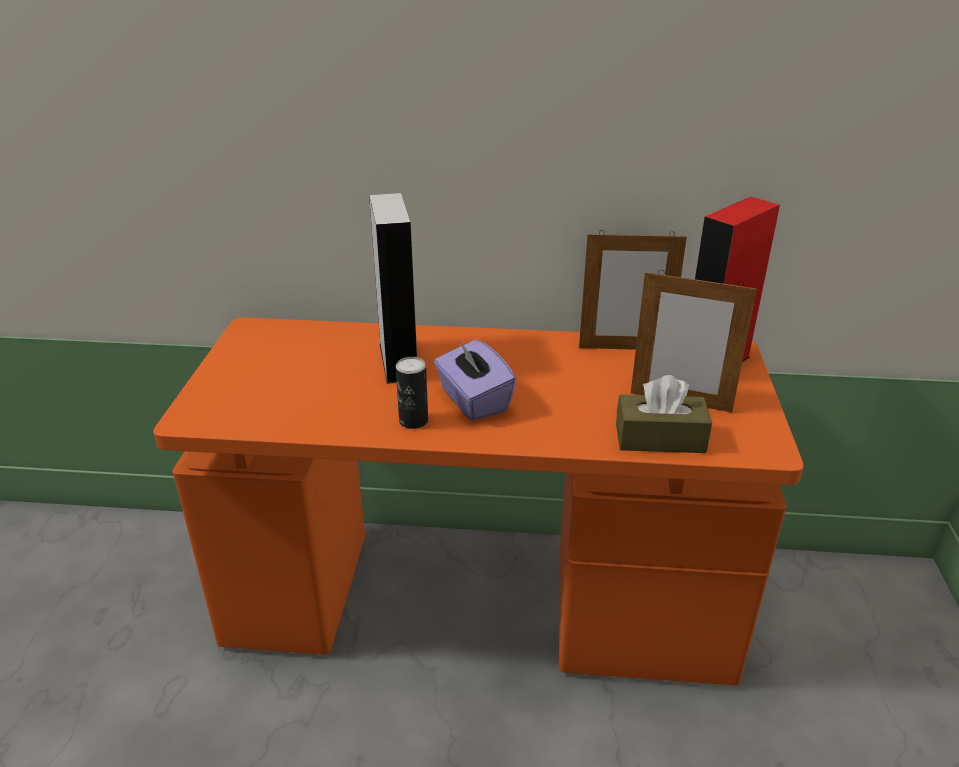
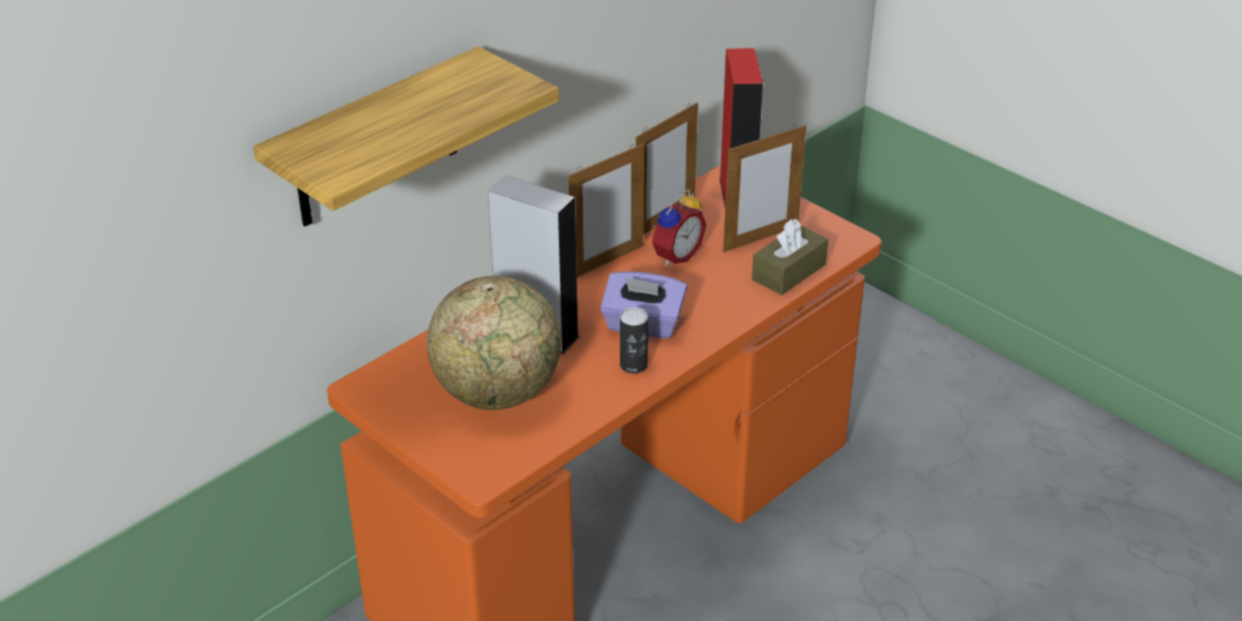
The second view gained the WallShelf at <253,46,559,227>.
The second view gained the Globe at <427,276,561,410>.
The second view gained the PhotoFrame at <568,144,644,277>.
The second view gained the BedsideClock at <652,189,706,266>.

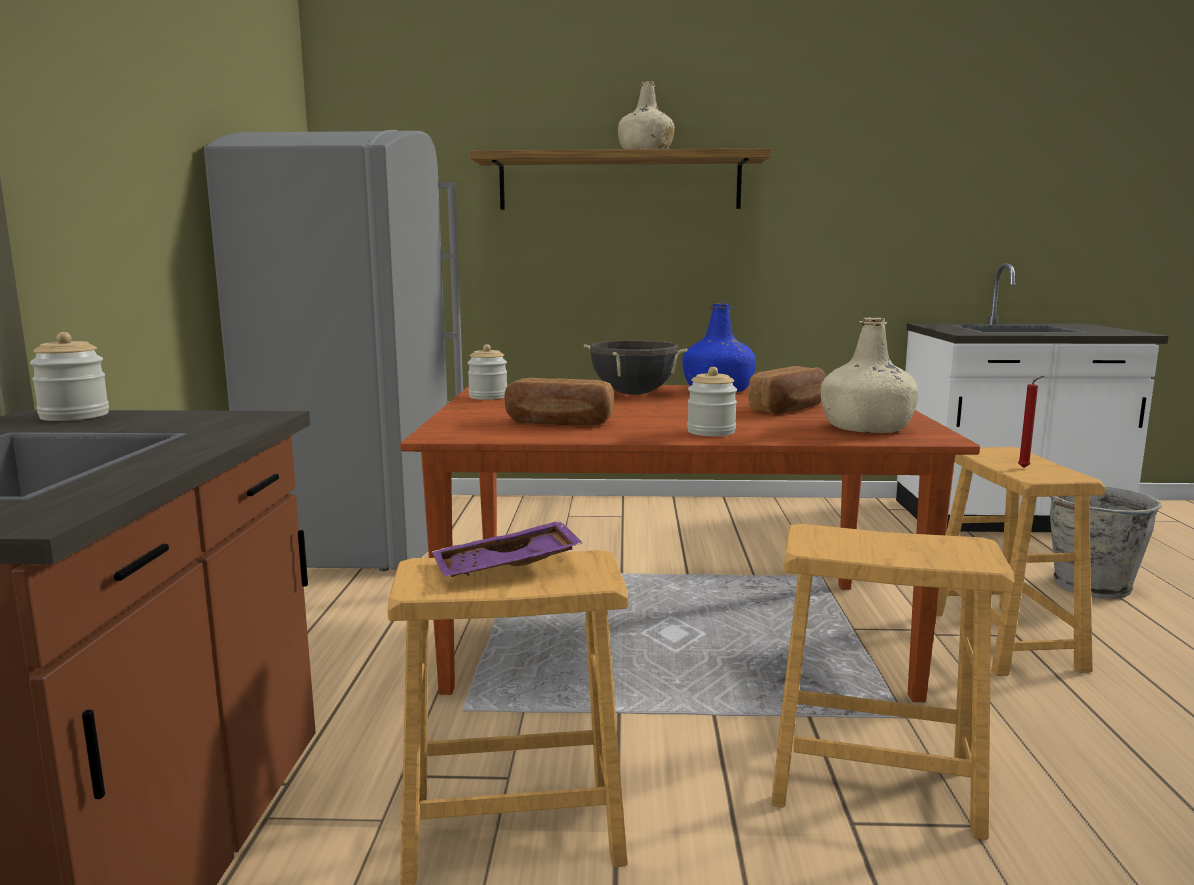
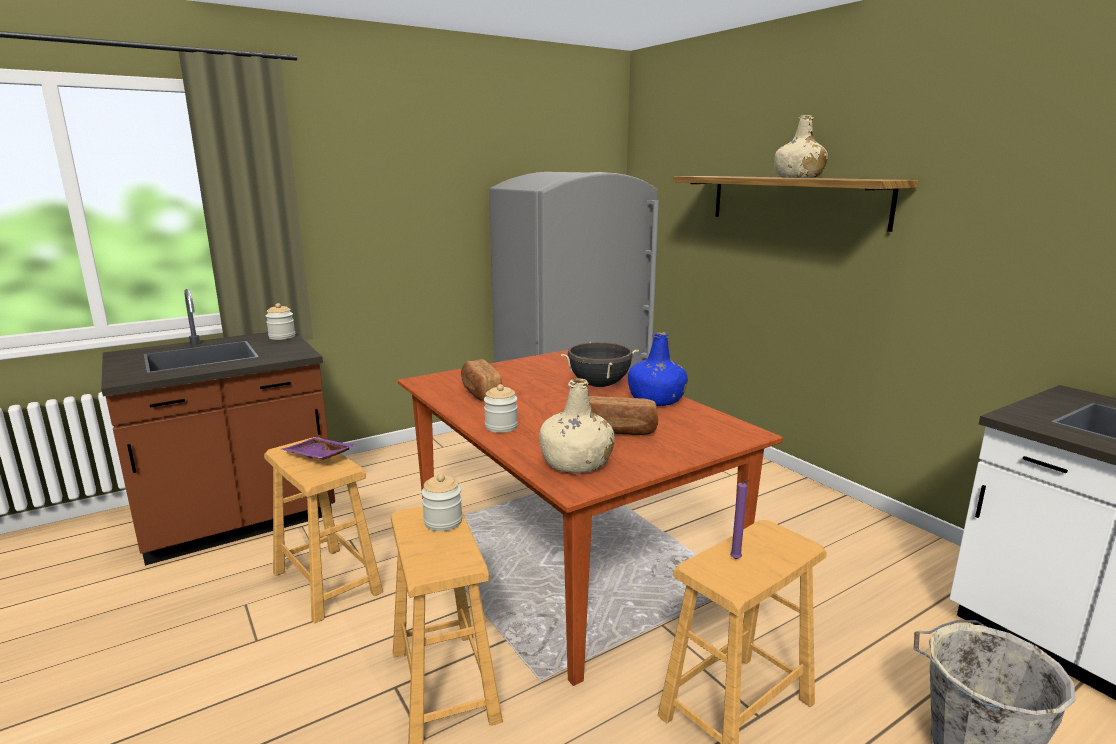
The Jar ended up elsewhere, having gone from <468,344,507,400> to <421,474,463,531>.
What was the ReddishWaxLight at <1018,376,1044,468> turned into the PurpleWaxLight at <730,480,751,559>.

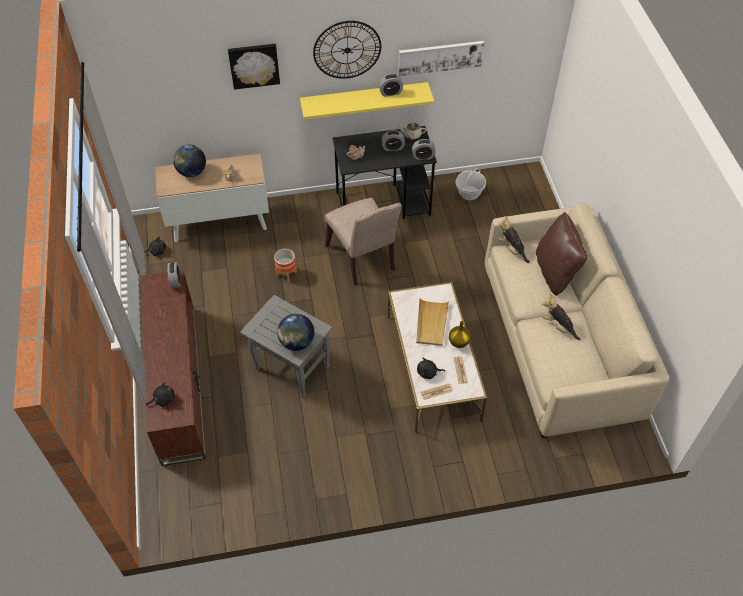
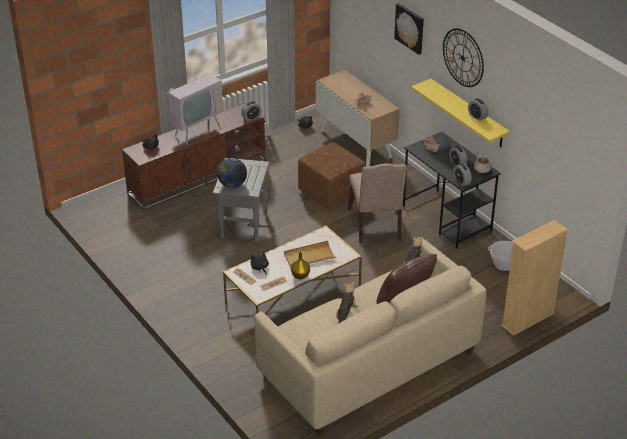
The second view lost the Globe at <173,145,206,177>.
The second view lost the WallPicture at <398,41,484,76>.
The second view gained the TvSet at <162,64,223,145>.
The second view gained the BeigeColouredShelvingUnit at <501,220,568,336>.
Where the Planter stood at <274,249,297,282>, the BrownFootrest came to stand at <298,142,365,210>.
The BeigeColouredPlainChair at <325,198,402,286> ended up facing another way, 45 degrees counterclockwise from before.

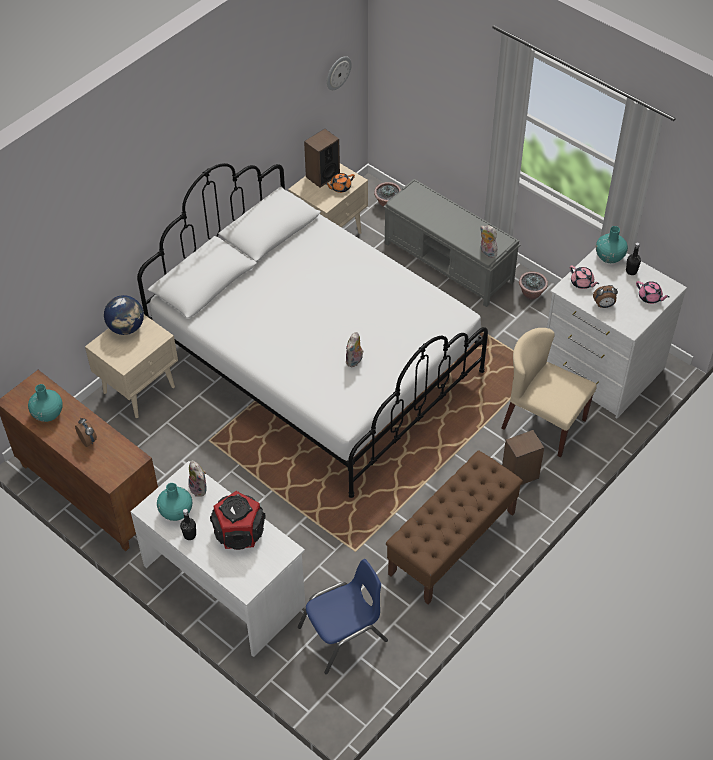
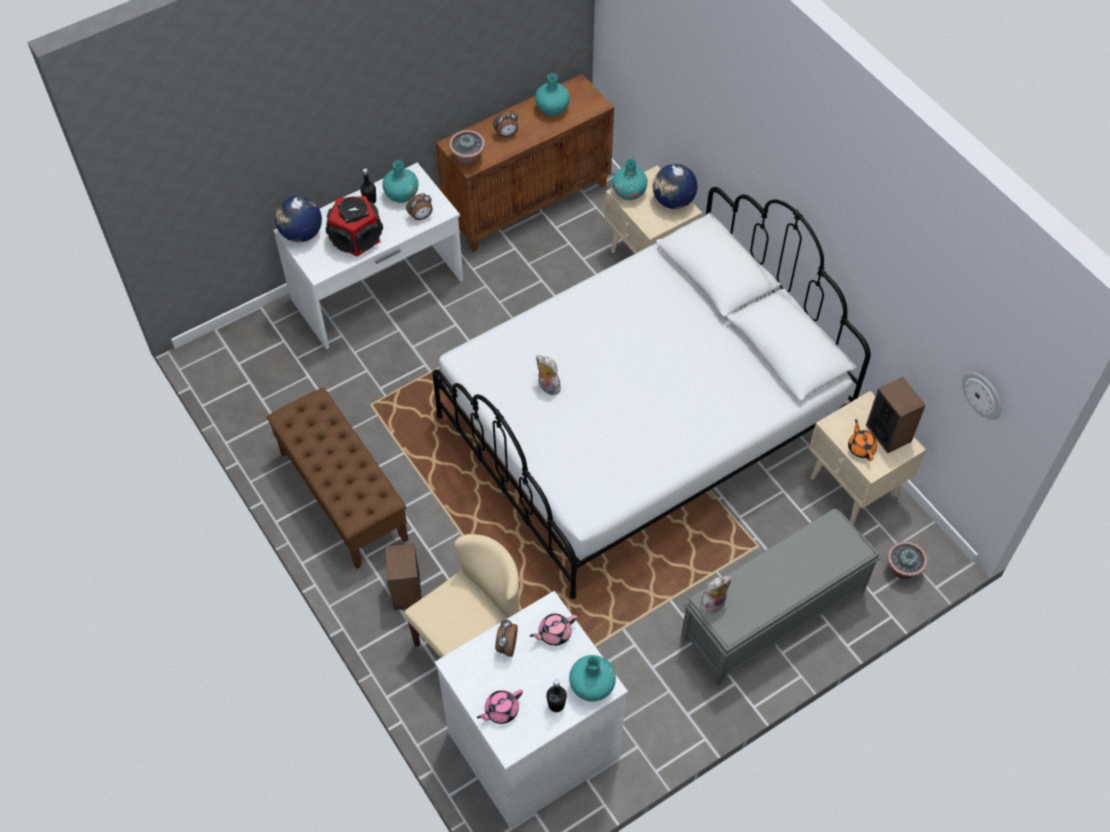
The second view lost the BluePlainChair at <298,559,388,674>.
The second view gained the Globe at <275,196,322,242>.
The second view gained the TurquoiseColouredDecorativeVase at <612,159,648,200>.
The PlantInAPot ended up elsewhere, having gone from <519,272,548,300> to <449,130,485,165>.
Where the PlushToy stood at <188,461,206,497>, the BedsideClock came to stand at <406,193,433,220>.

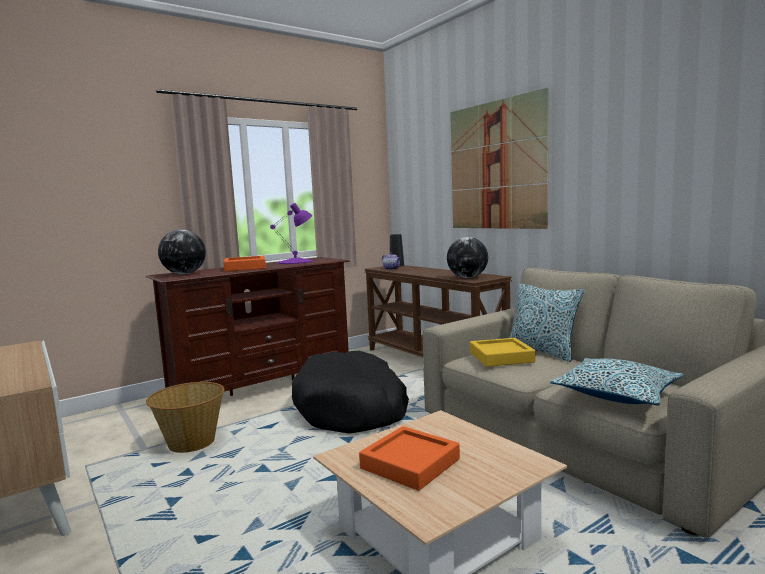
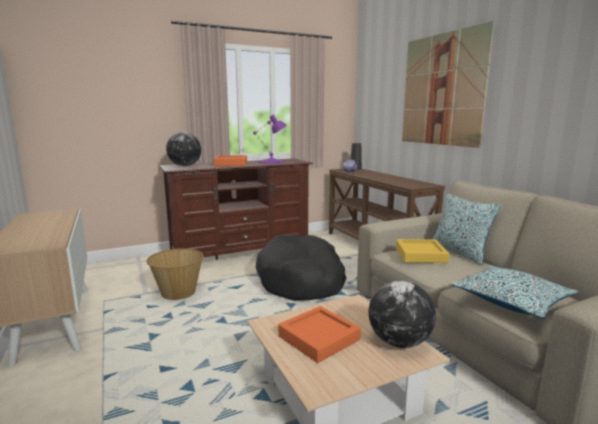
The Globe ended up elsewhere, having gone from <447,237,488,278> to <368,280,436,348>.

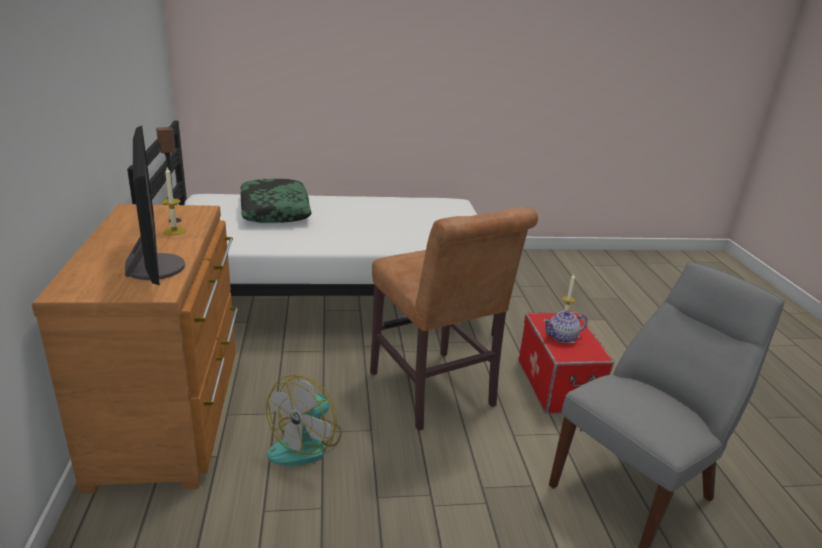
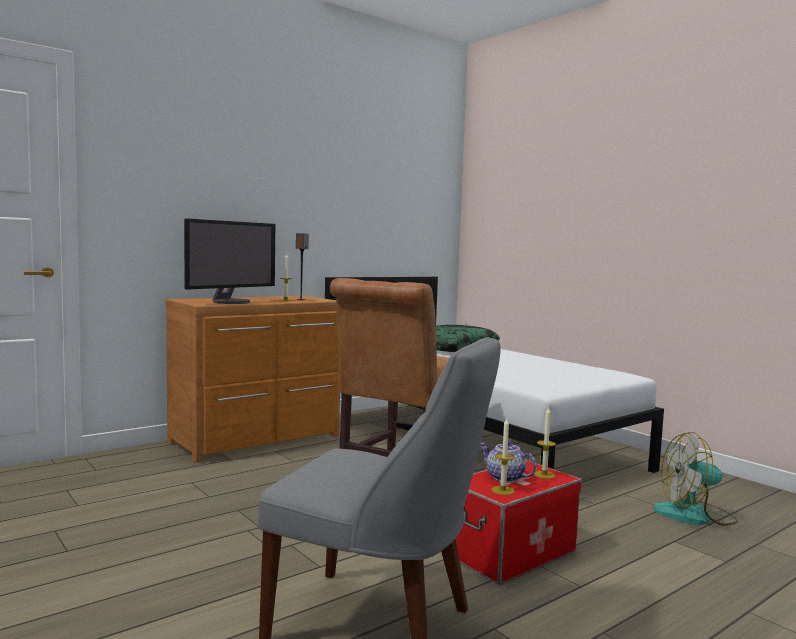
The second view gained the WaxLight at <491,418,515,495>.
The Fan ended up elsewhere, having gone from <266,375,342,465> to <653,432,738,526>.

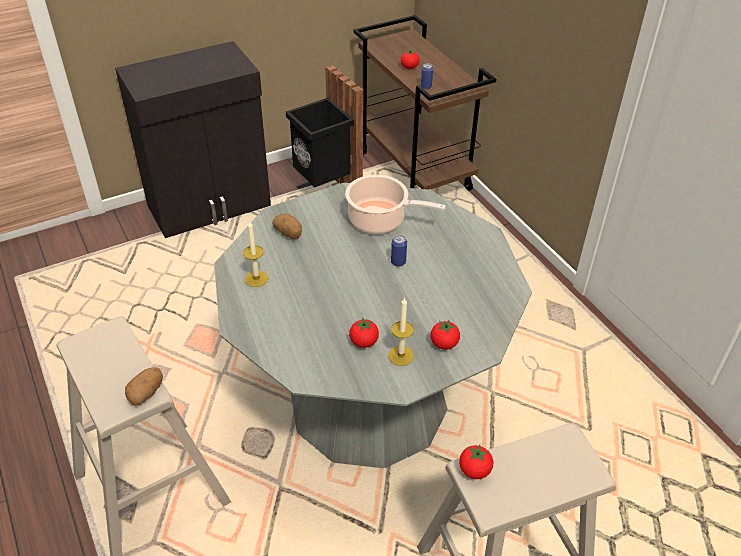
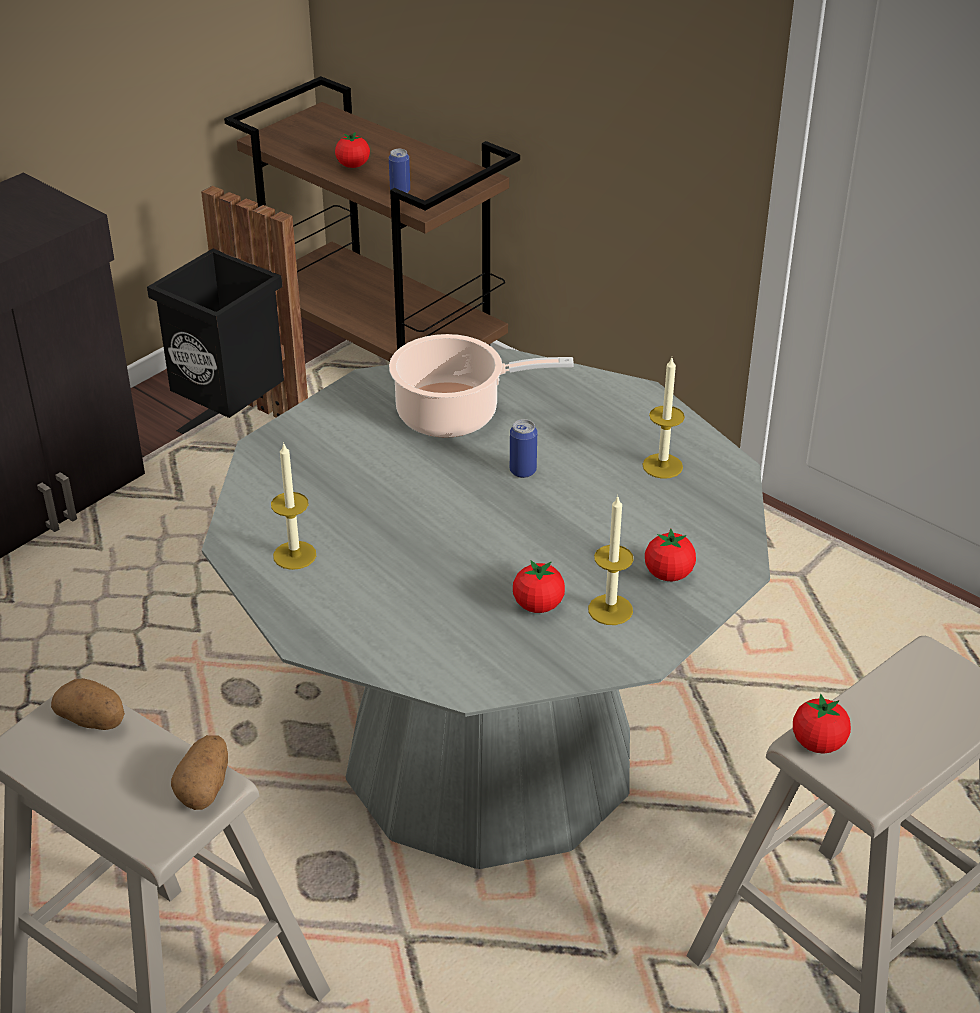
The second view gained the WaxLight at <642,358,685,479>.
The WholePotato ended up elsewhere, having gone from <272,213,302,239> to <51,678,125,730>.

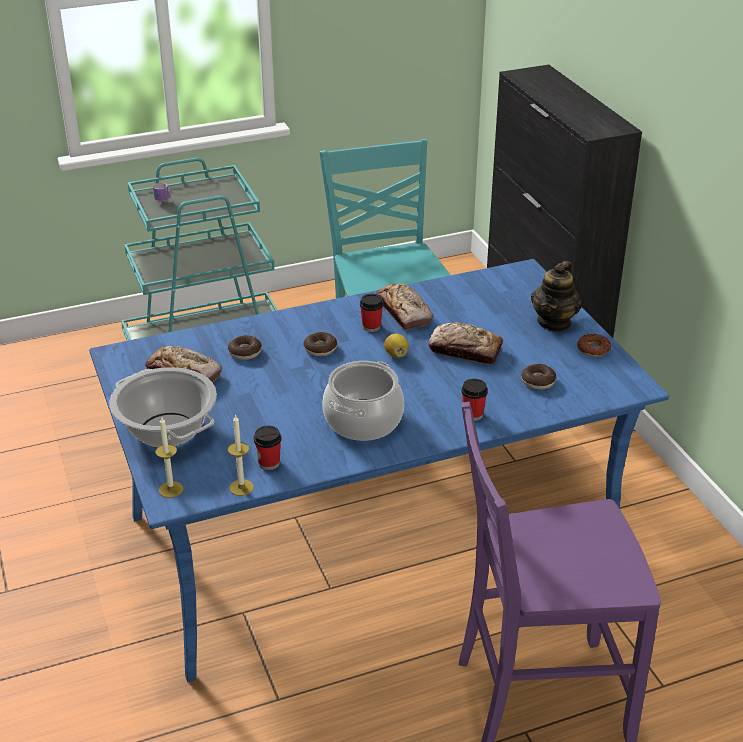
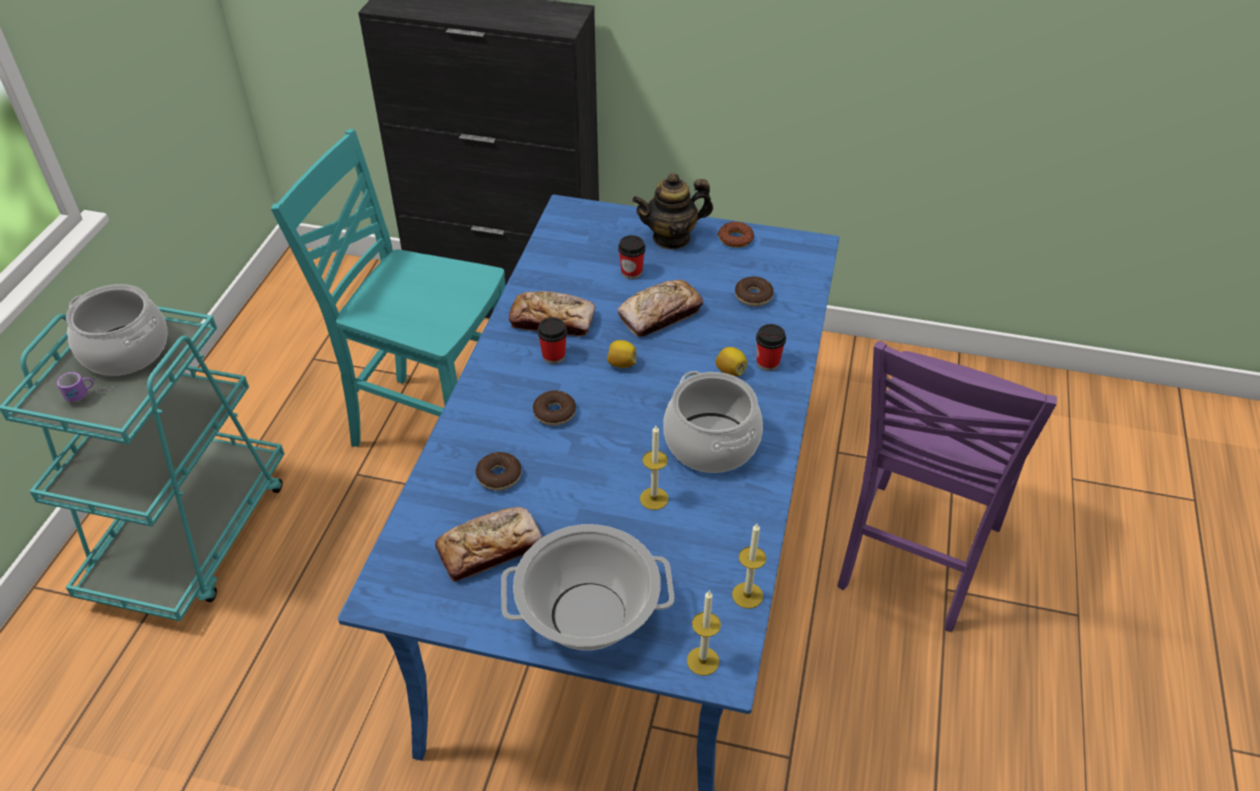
The second view gained the Stockpot at <66,284,167,376>.
The second view gained the WaxLight at <640,425,669,510>.
The second view gained the WholeLemon at <715,347,747,376>.
The DrinkingCup ended up elsewhere, having gone from <254,426,282,470> to <618,235,646,280>.
The Teapot at <531,261,582,332> ended up facing another way, 105 degrees clockwise from before.

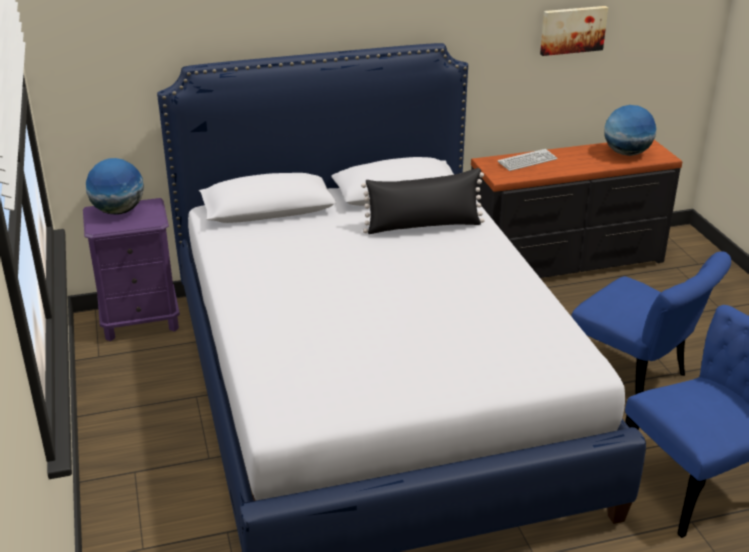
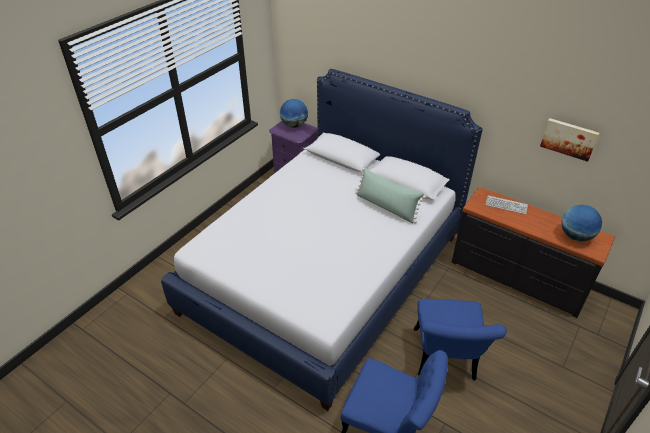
What was the BlackPillow at <361,168,485,234> turned into the GreenishPillow at <355,167,426,224>.

